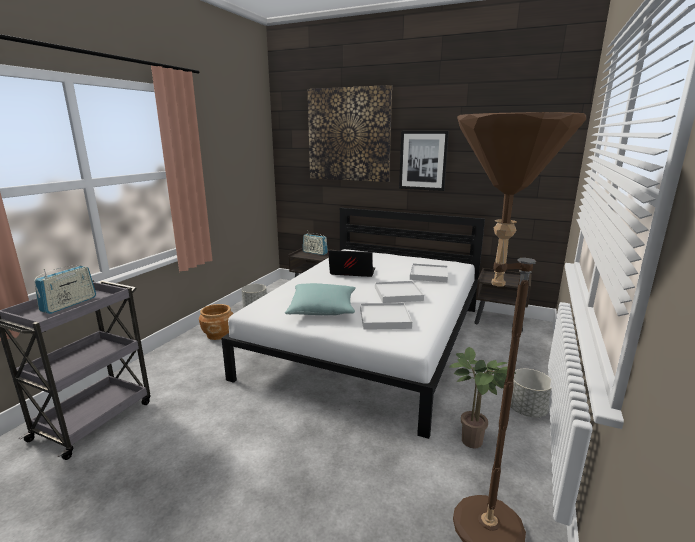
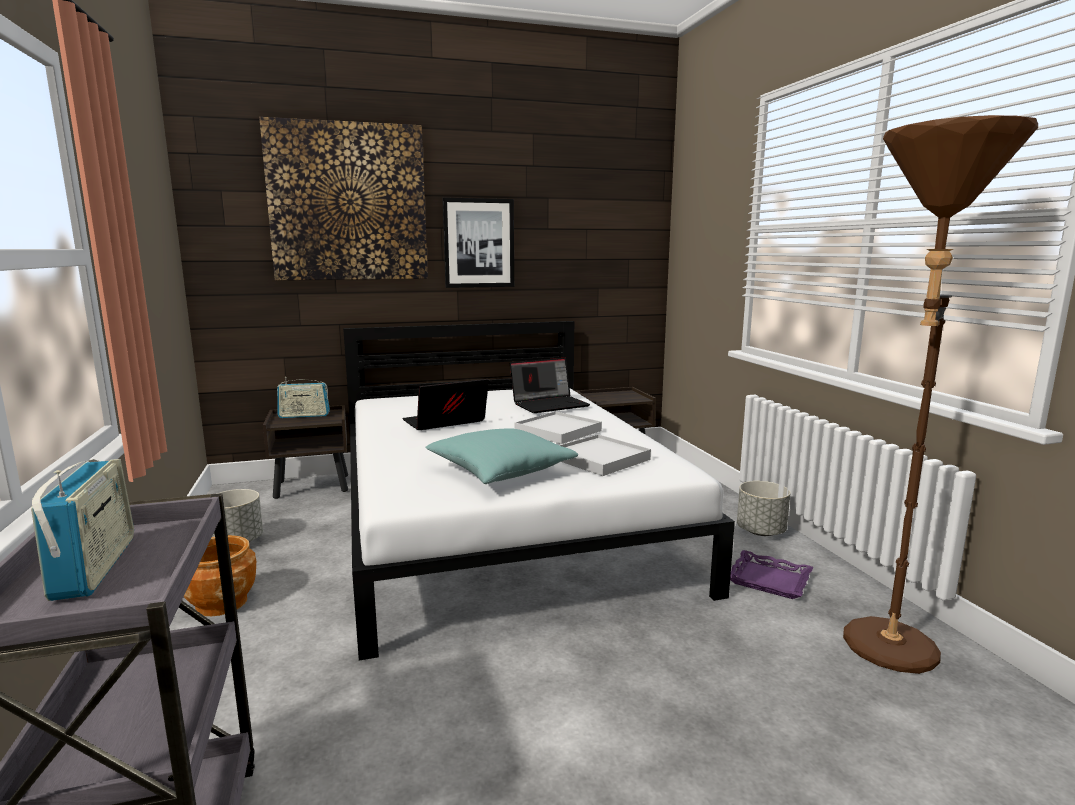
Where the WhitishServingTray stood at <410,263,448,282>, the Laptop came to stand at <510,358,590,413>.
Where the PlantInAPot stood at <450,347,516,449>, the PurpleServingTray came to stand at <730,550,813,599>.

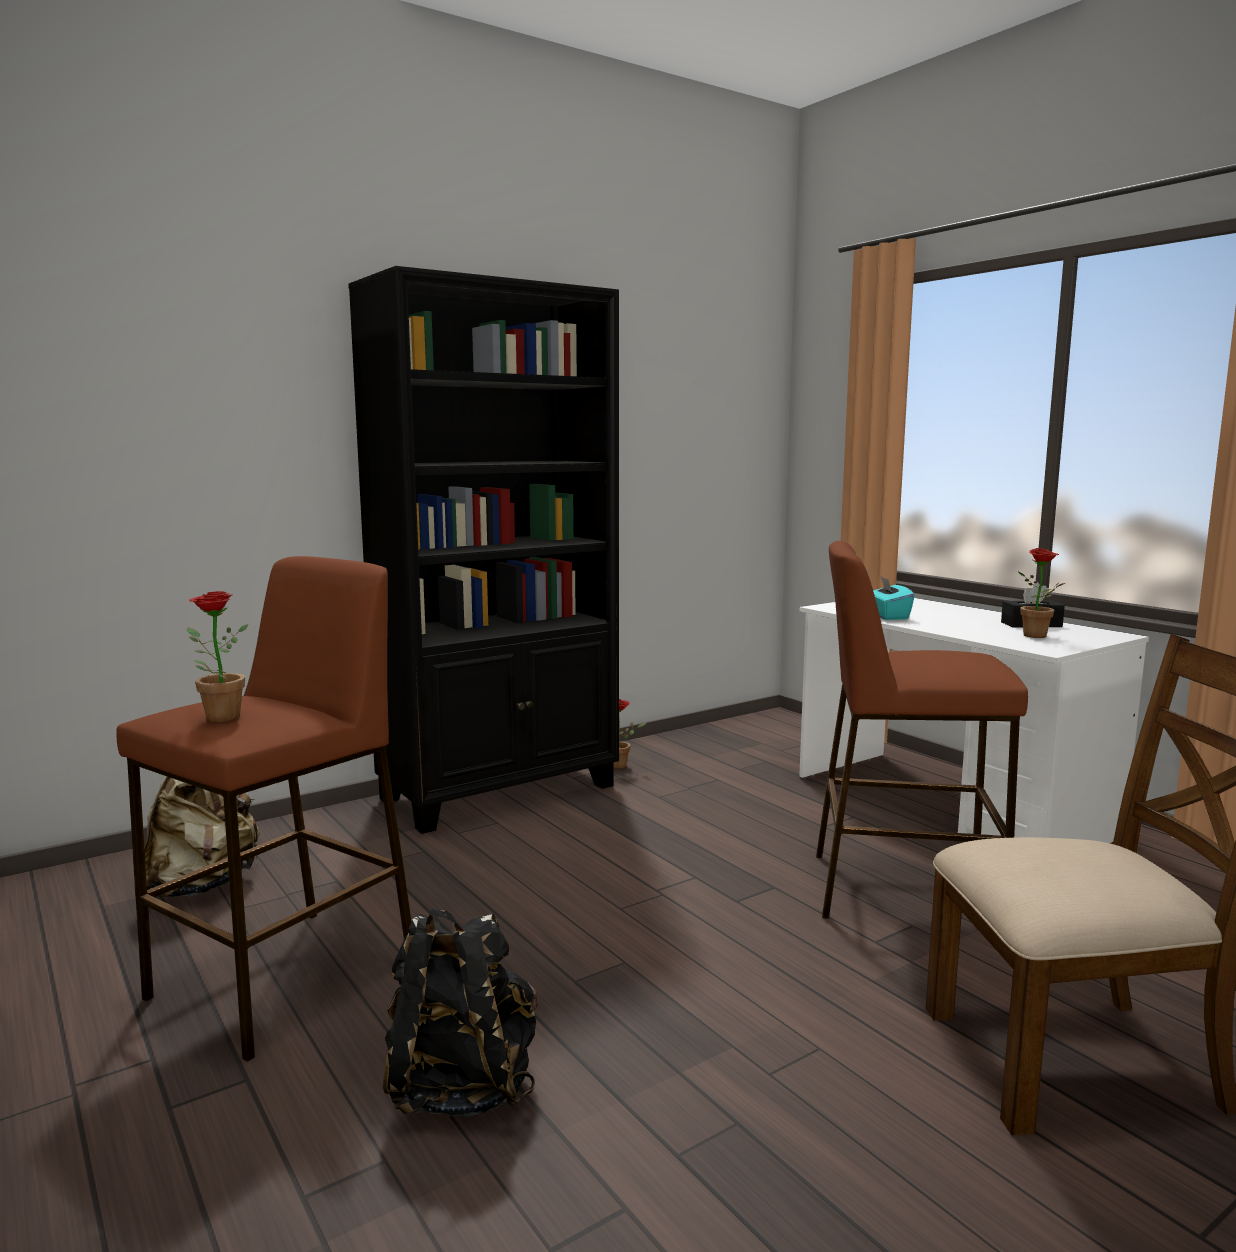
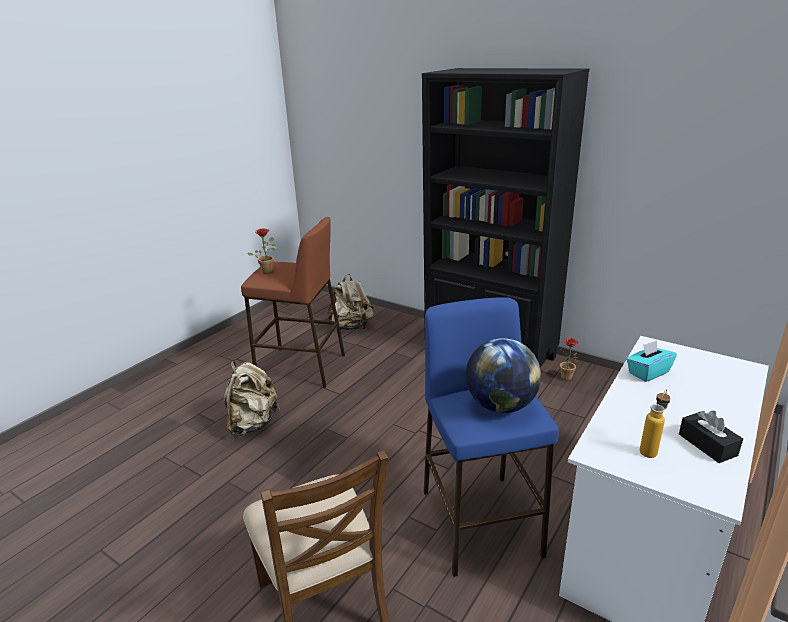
The second view gained the Globe at <466,338,541,413>.
Where the PlantInAPot stood at <1018,548,1065,638>, the Bottle came to stand at <640,389,670,458>.
What was the BlackRucksack at <382,908,538,1117> turned into the BeigeColouredRucksack at <224,361,280,436>.
What was the BrownStool at <816,541,1028,919> turned into the BlueStool at <424,297,559,577>.

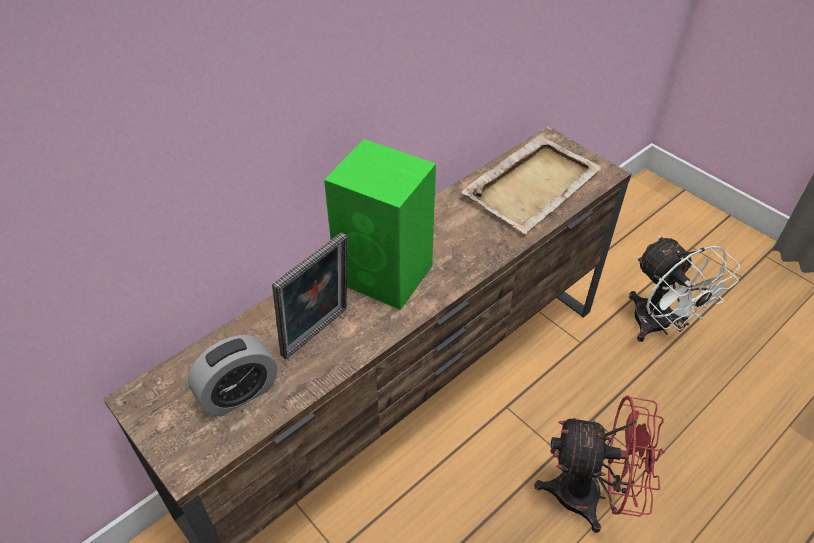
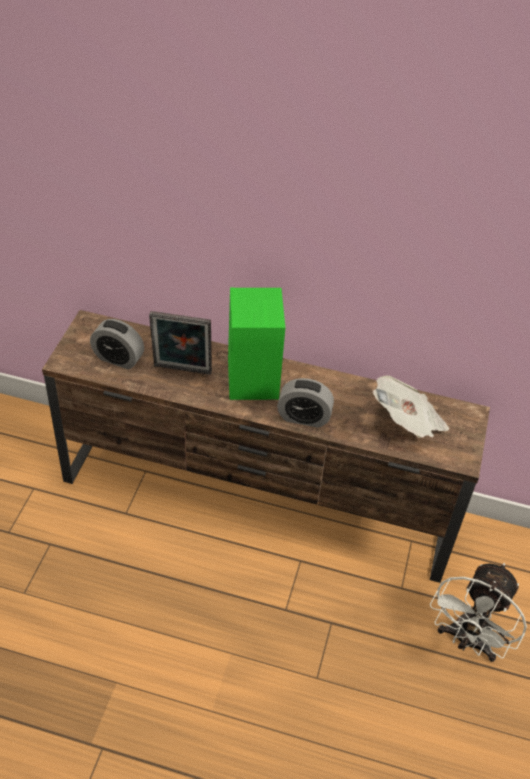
The second view lost the ReddishFan at <534,396,665,533>.
The second view gained the BedsideClock at <277,378,334,428>.
Where the BeigeColouredServingTray stood at <461,135,602,234>, the PrintedPaper came to stand at <372,375,449,438>.

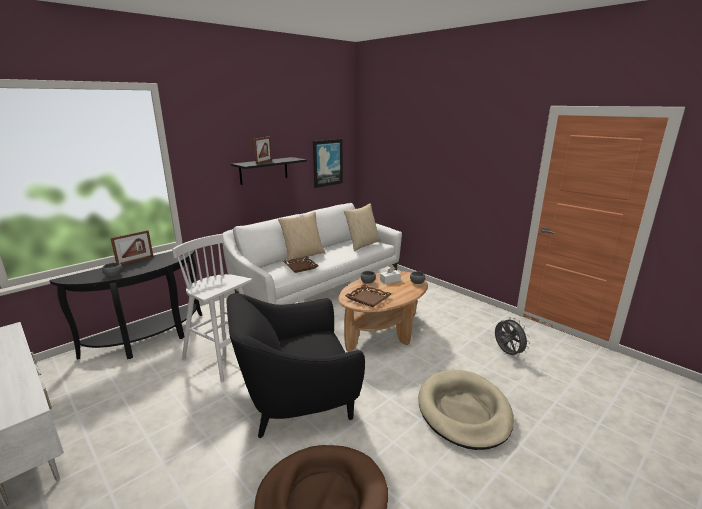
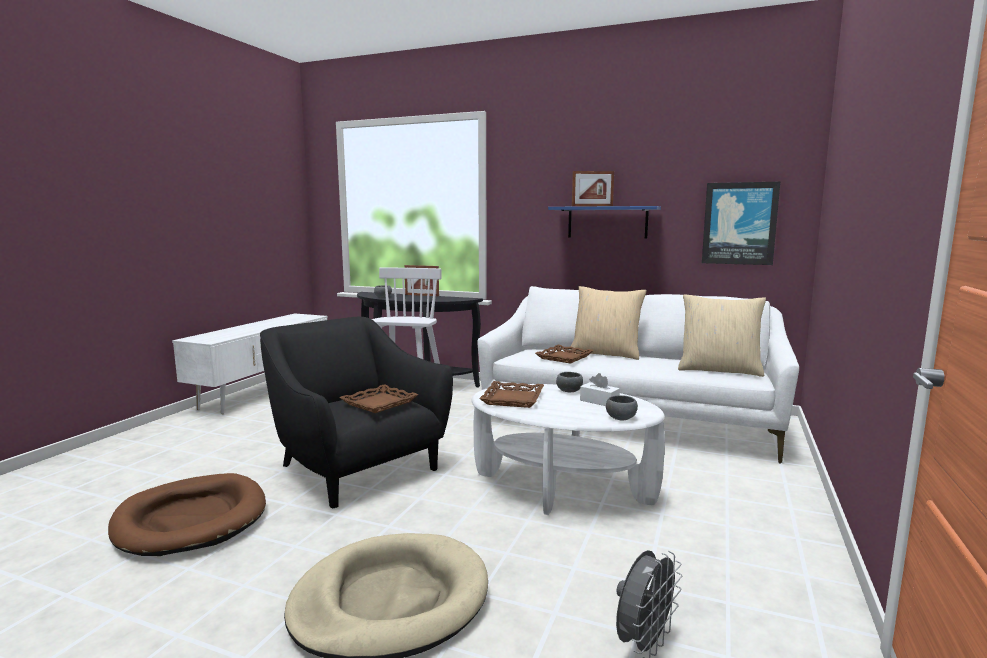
The second view gained the BrownServingTray at <339,384,419,413>.
What was the BlackWallShelf at <231,157,307,185> turned into the BlueWallShelf at <548,206,661,238>.
What was the BrownCoffeeTable at <338,271,428,352> turned into the WhitishCoffeeTable at <471,384,665,515>.

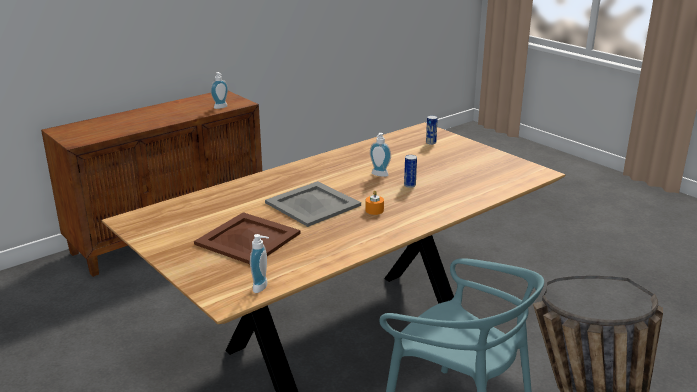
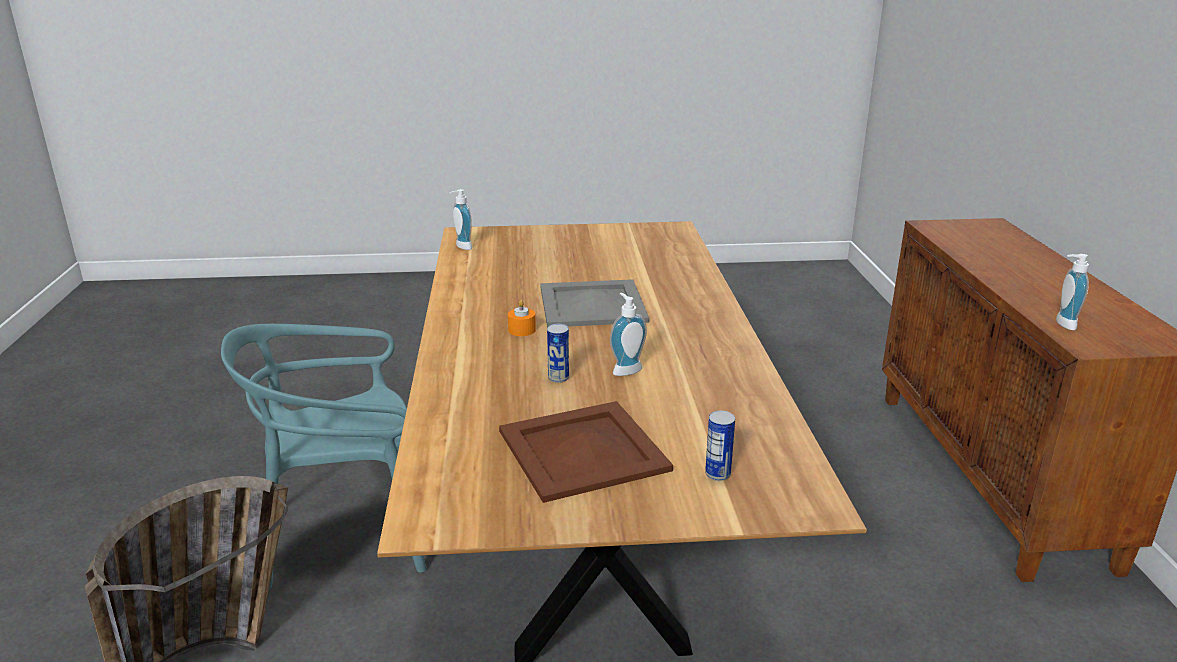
The BrownServingTray ended up elsewhere, having gone from <194,212,301,264> to <499,401,673,503>.

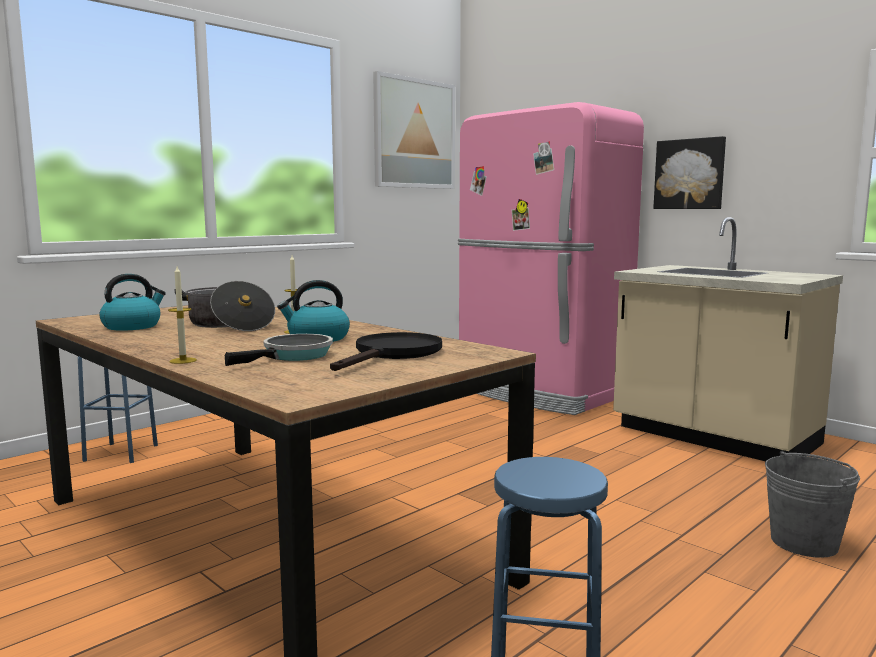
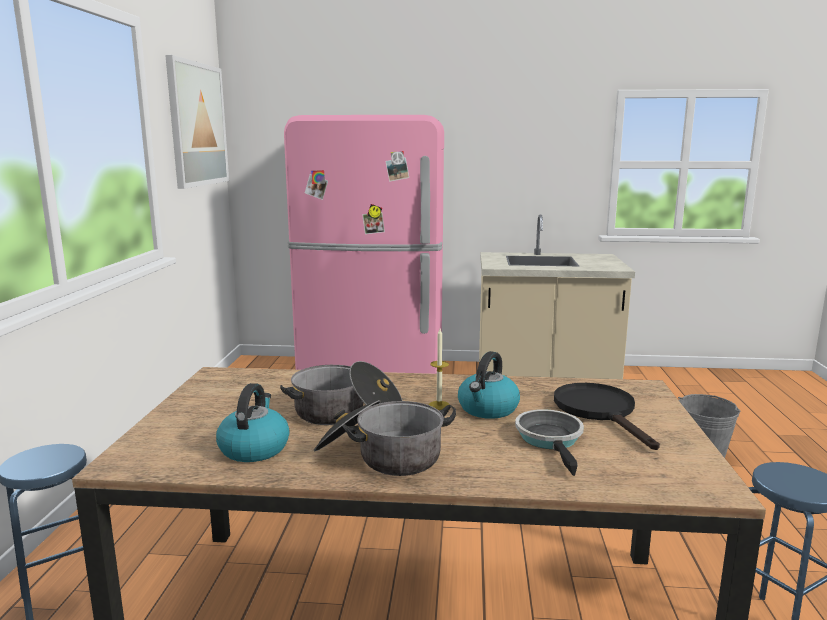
The second view lost the WaxLight at <168,266,197,364>.
The second view lost the WallPicture at <653,136,726,209>.
The second view gained the Stockpot at <314,400,456,476>.

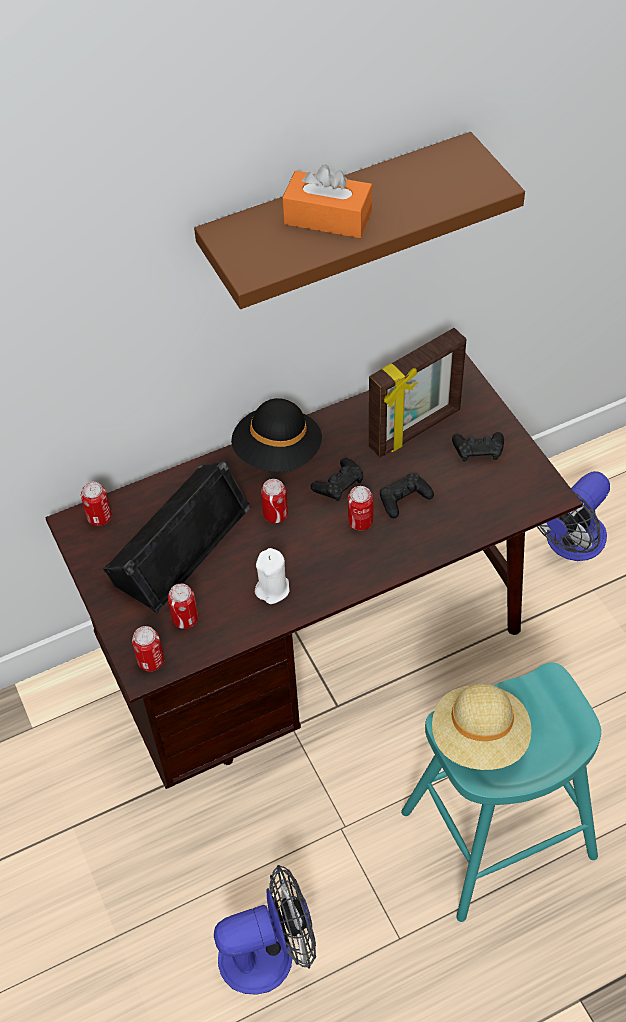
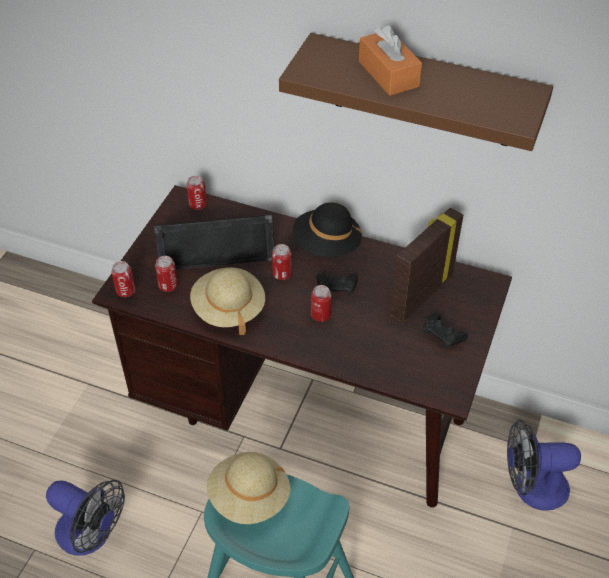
The second view lost the BlackGamepad at <380,473,434,518>.
Where the WhitishWaxLight stood at <255,548,290,604>, the BeigeColouredClothingHat came to stand at <190,267,265,335>.
The PhotoFrame at <369,328,467,457> ended up facing another way, 120 degrees clockwise from before.

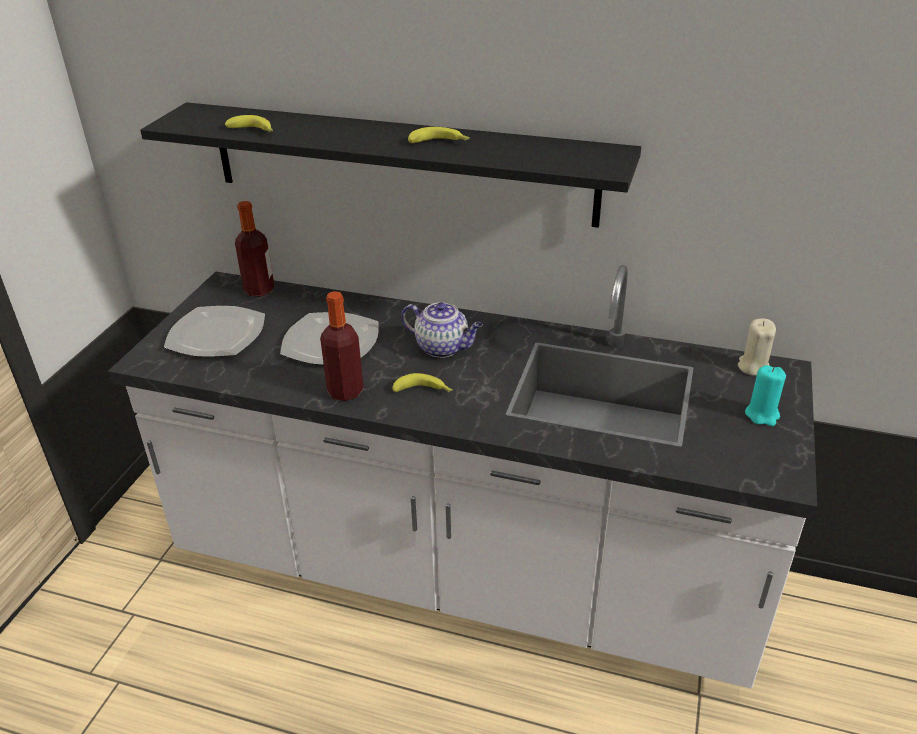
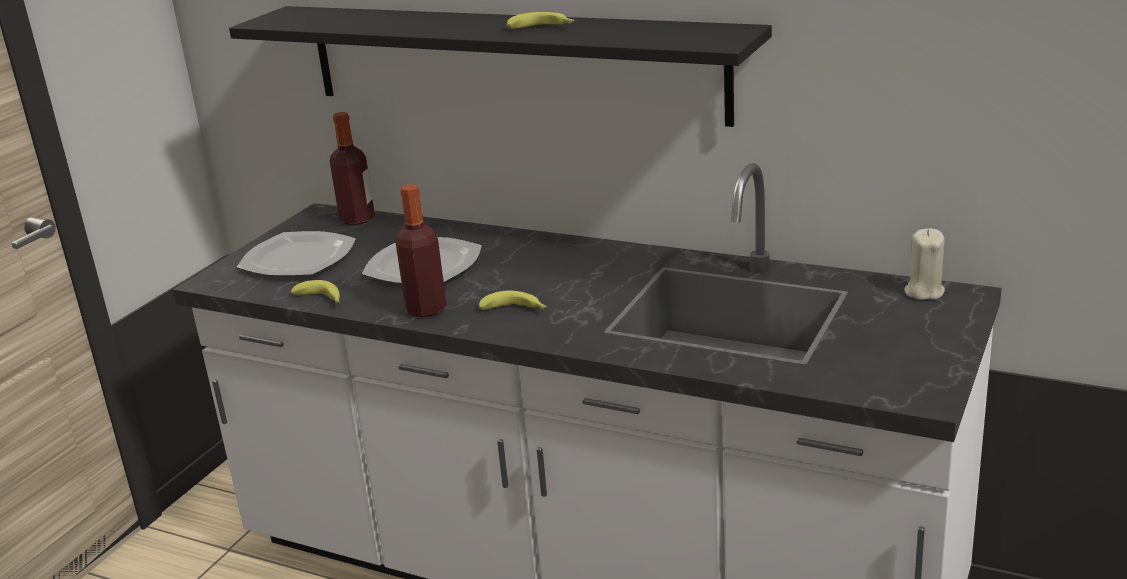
The second view lost the Teapot at <401,302,483,358>.
The second view lost the TurquoiseColouredWaxLight at <745,365,786,426>.
The Banana ended up elsewhere, having gone from <225,115,273,132> to <291,280,340,304>.

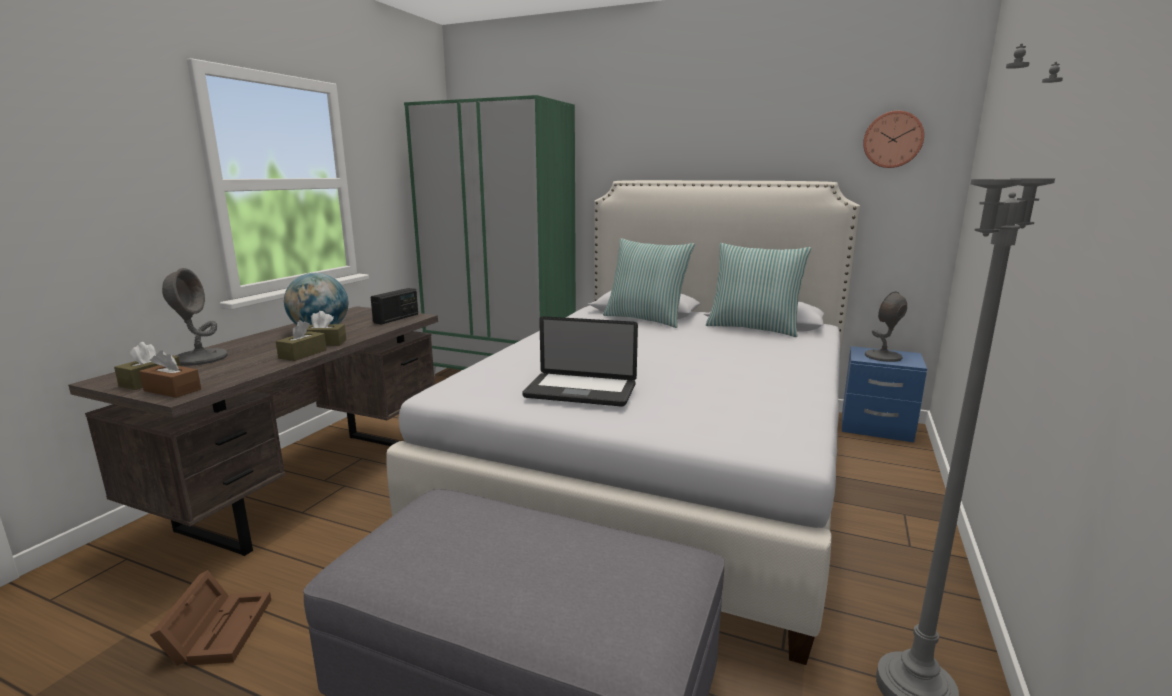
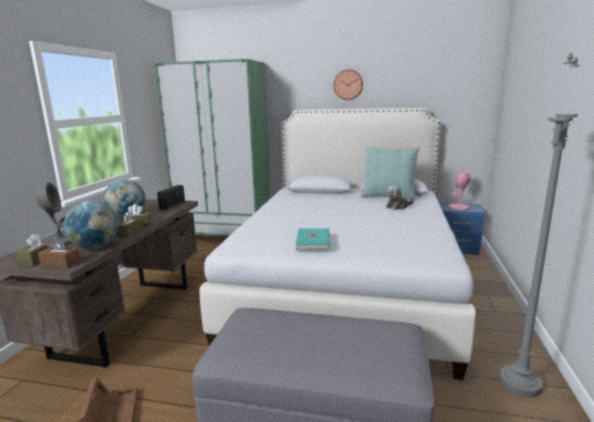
The second view lost the Pillow at <603,238,695,328>.
The second view gained the Globe at <64,201,118,249>.
The second view gained the PlushToy at <386,185,414,210>.
The WallClock ended up elsewhere, having gone from <863,111,924,168> to <334,69,363,100>.
Where the Laptop stood at <522,316,638,407>, the TurquoiseColouredVolume came to stand at <296,228,330,250>.
What was the GreyishTabletopLamp at <865,291,907,362> turned into the PinkTabletopLamp at <449,170,471,210>.

